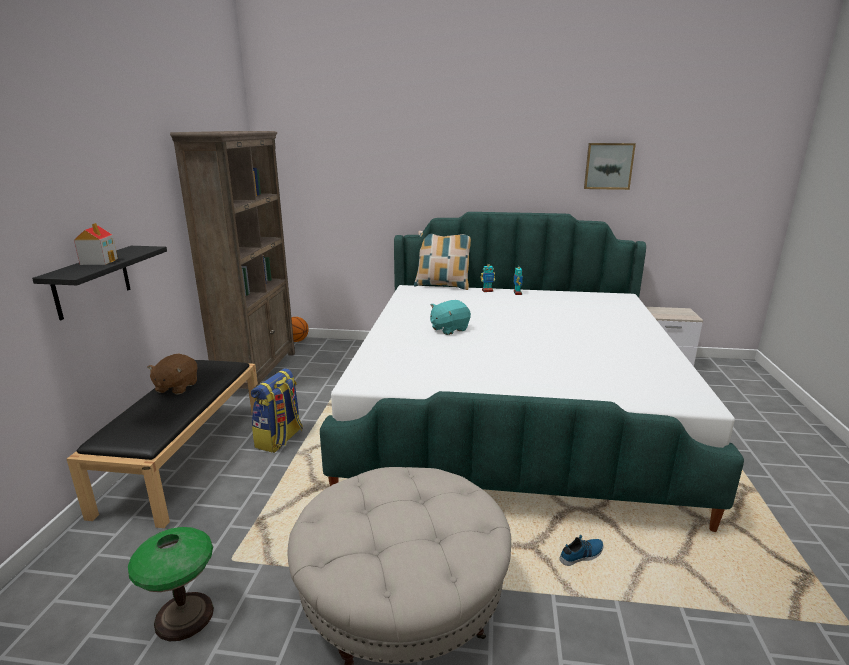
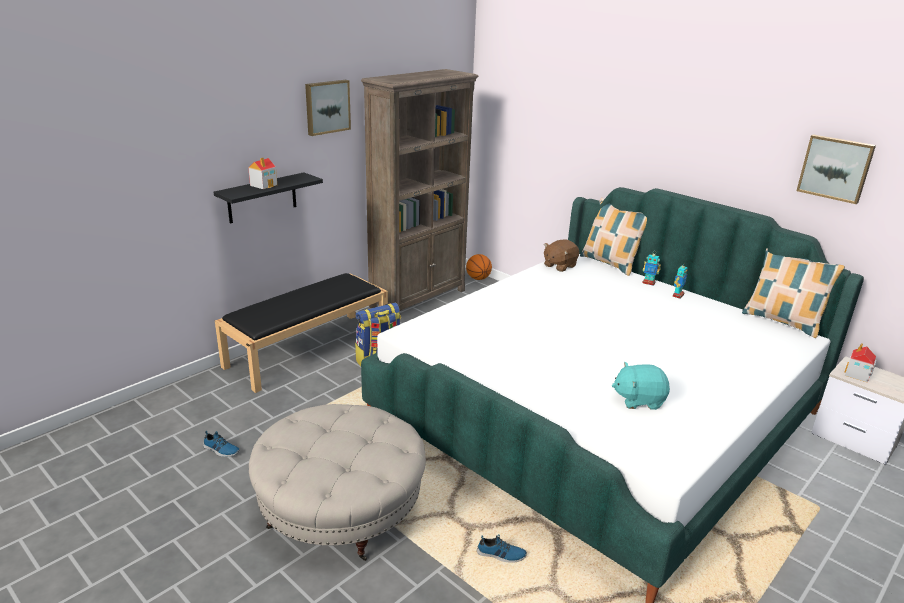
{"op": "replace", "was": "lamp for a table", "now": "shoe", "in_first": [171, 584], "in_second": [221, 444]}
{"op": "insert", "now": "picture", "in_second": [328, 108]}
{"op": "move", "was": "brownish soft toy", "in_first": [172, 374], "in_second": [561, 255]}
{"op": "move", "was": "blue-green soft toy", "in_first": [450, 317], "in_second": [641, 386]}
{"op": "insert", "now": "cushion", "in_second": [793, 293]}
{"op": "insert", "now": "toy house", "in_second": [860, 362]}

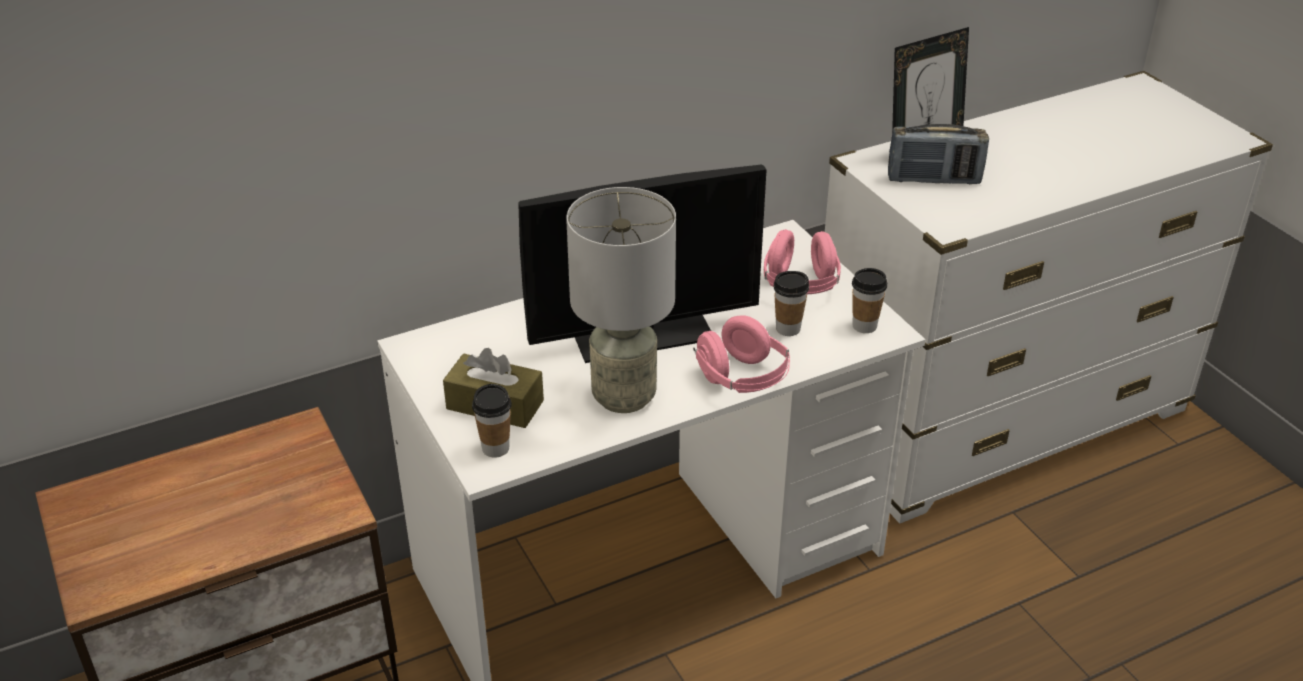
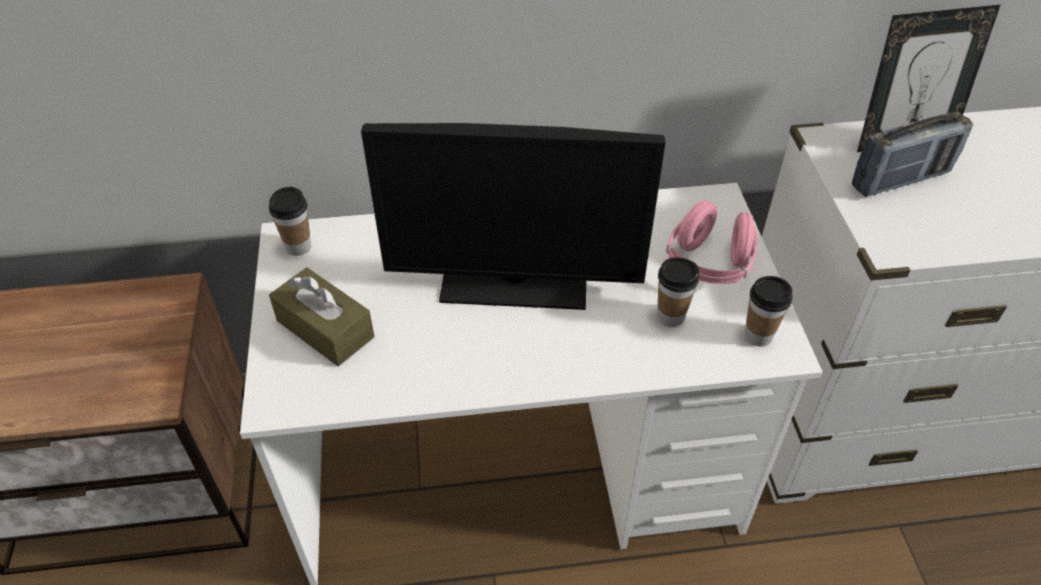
{"op": "move", "was": "small cup", "in_first": [492, 421], "in_second": [290, 221]}
{"op": "rotate", "was": "radio", "in_first": [938, 154], "in_second": [912, 154], "clockwise": -45}
{"op": "delete", "was": "greyish lamp for a table", "in_first": [621, 300]}
{"op": "delete", "was": "pink headset", "in_first": [741, 354]}

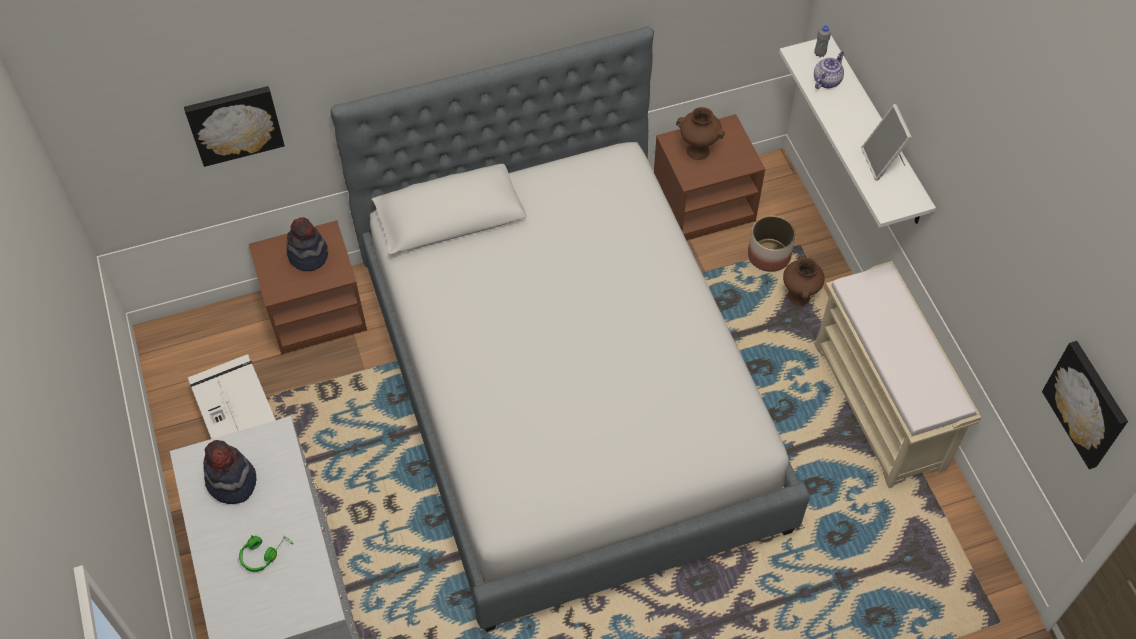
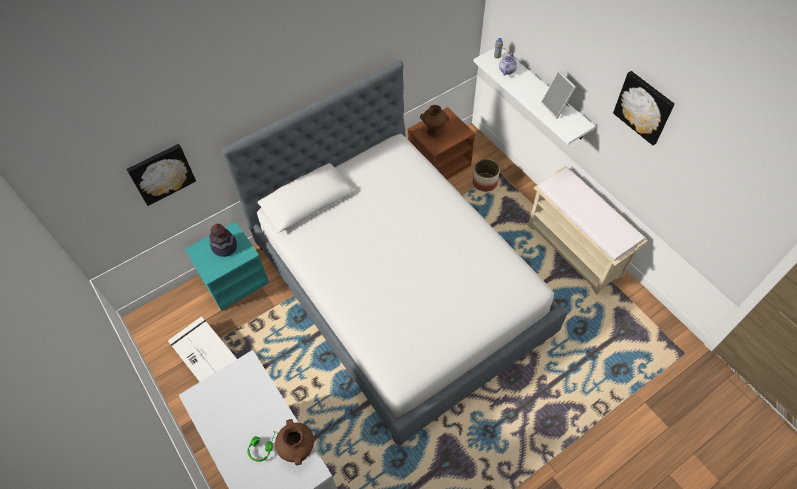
{"op": "recolor", "was": "brownish night table", "now": "blue-green night table", "in_first": [308, 287], "in_second": [227, 266]}
{"op": "move", "was": "brownish flower vase", "in_first": [803, 281], "in_second": [294, 442]}
{"op": "move", "was": "picture", "in_first": [1085, 405], "in_second": [644, 108]}
{"op": "delete", "was": "clothing hat", "in_first": [229, 472]}

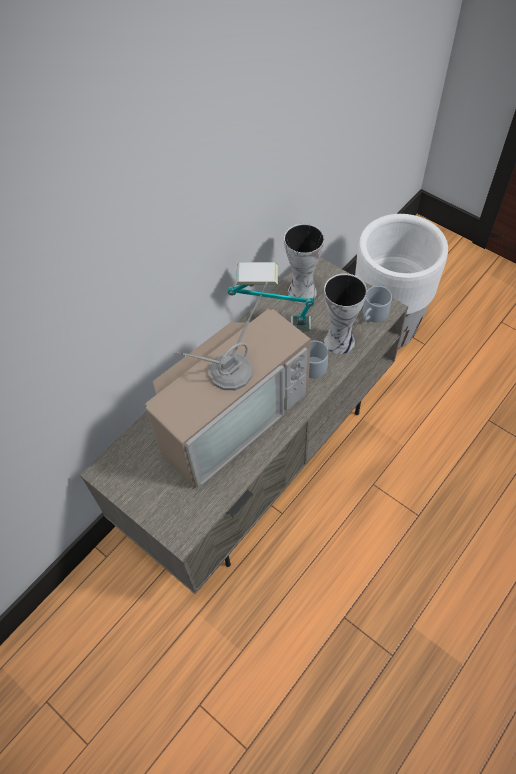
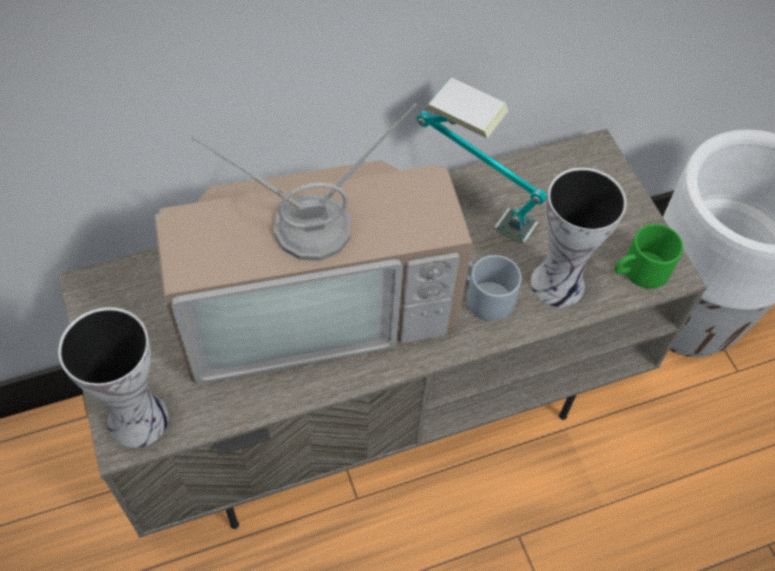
{"op": "move", "was": "flower vase", "in_first": [304, 263], "in_second": [113, 377]}
{"op": "recolor", "was": "greyish coffee mug", "now": "green-coloured coffee mug", "in_first": [377, 304], "in_second": [648, 256]}

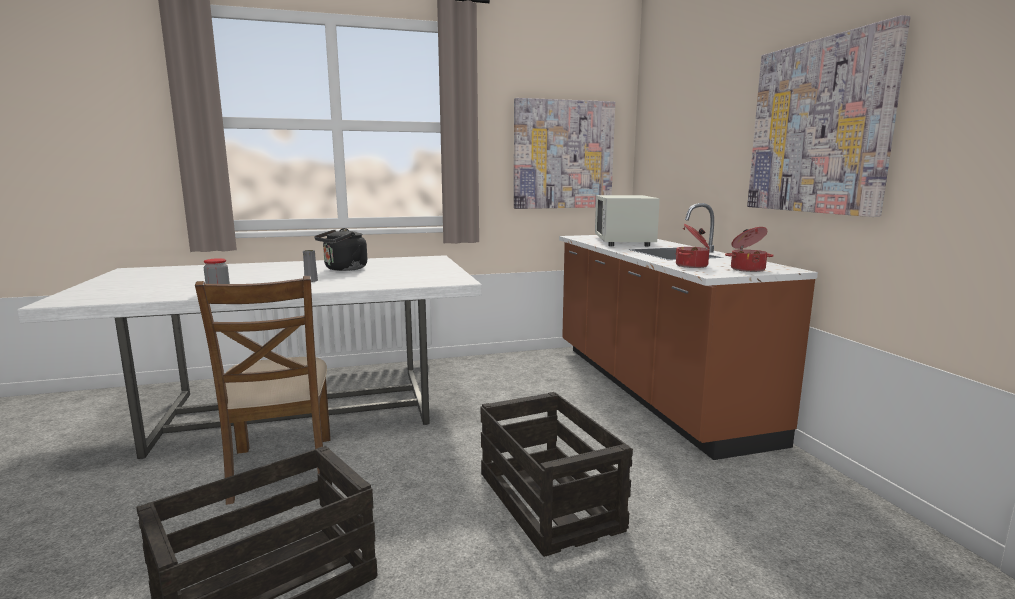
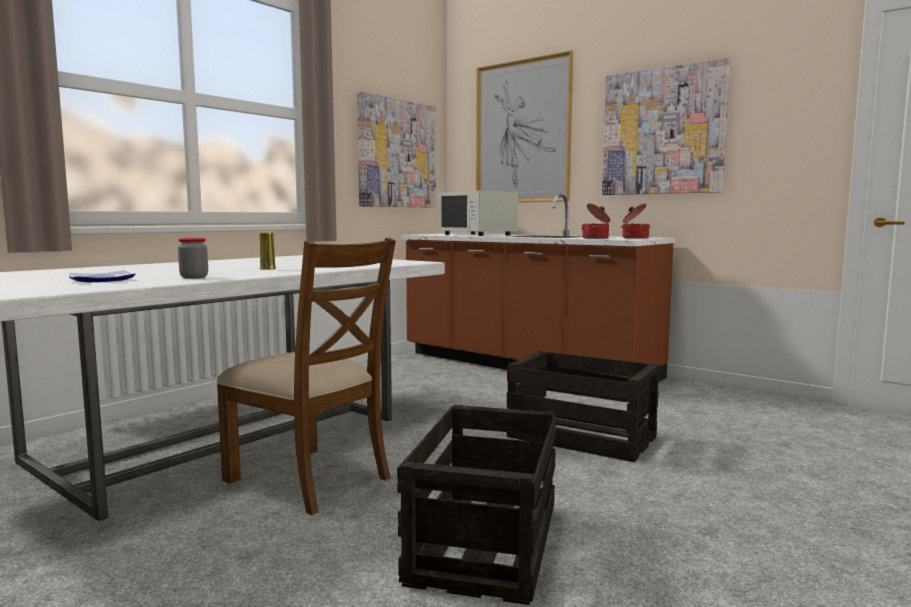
{"op": "insert", "now": "flat dish", "in_second": [102, 276]}
{"op": "recolor", "was": "greyish flower vase", "now": "yellow-coloured flower vase", "in_first": [310, 266], "in_second": [268, 251]}
{"op": "insert", "now": "picture", "in_second": [524, 126]}
{"op": "delete", "was": "black-coloured water kettle", "in_first": [340, 249]}

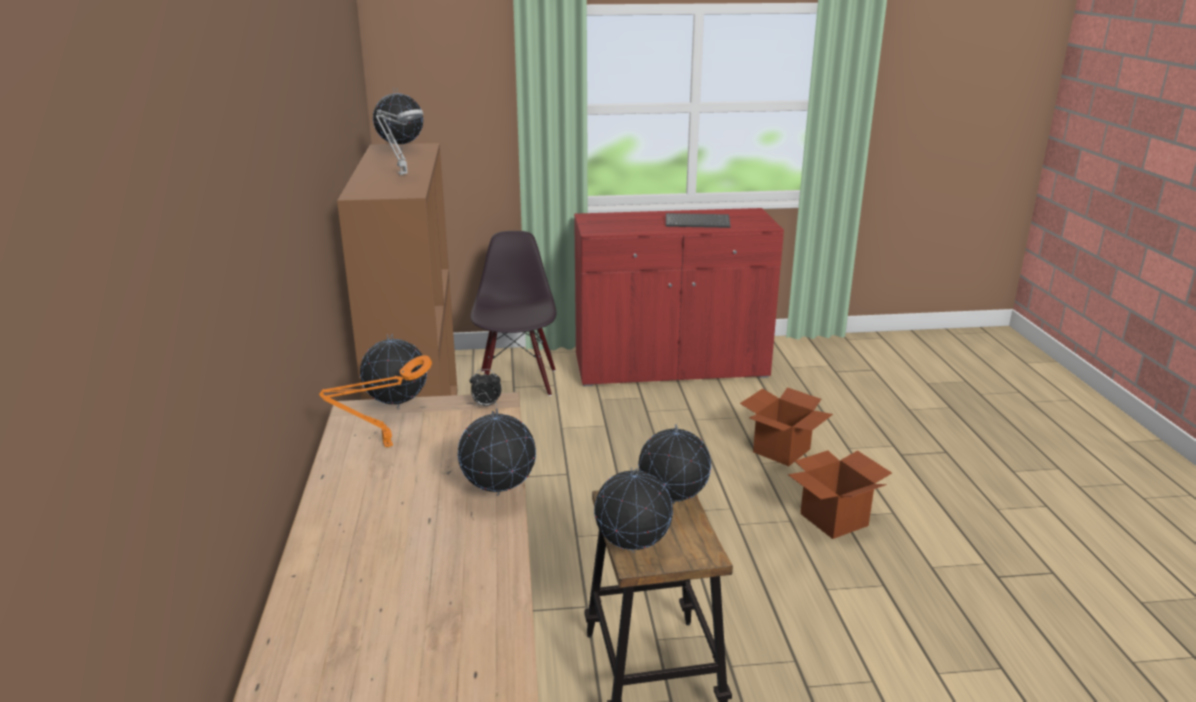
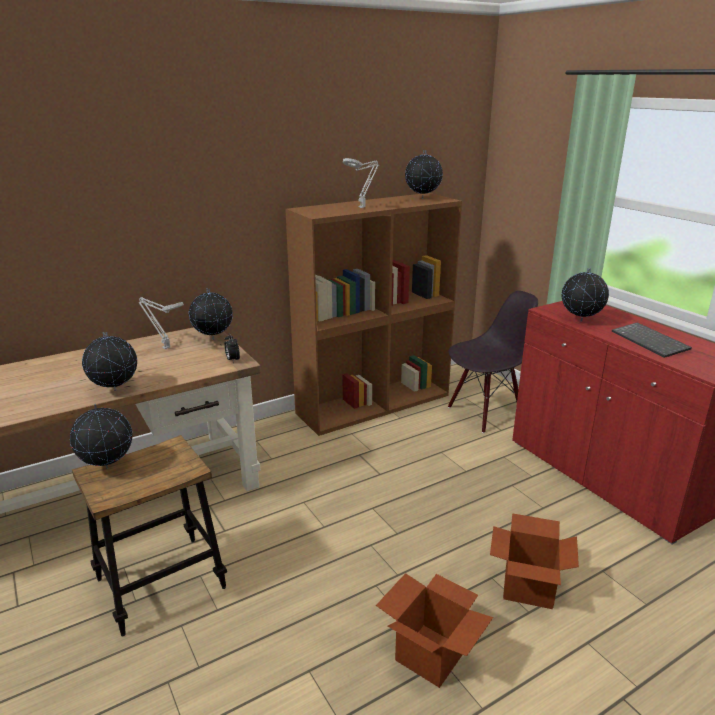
{"op": "recolor", "was": "orange-coloured lamp for a table", "now": "greyish lamp for a table", "in_first": [375, 401], "in_second": [161, 323]}
{"op": "move", "was": "desk globe", "in_first": [674, 464], "in_second": [585, 295]}

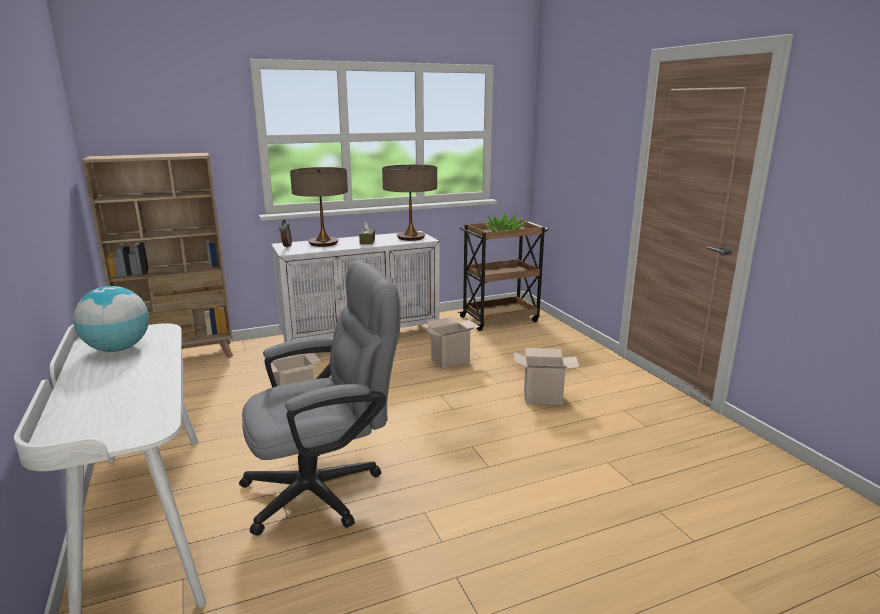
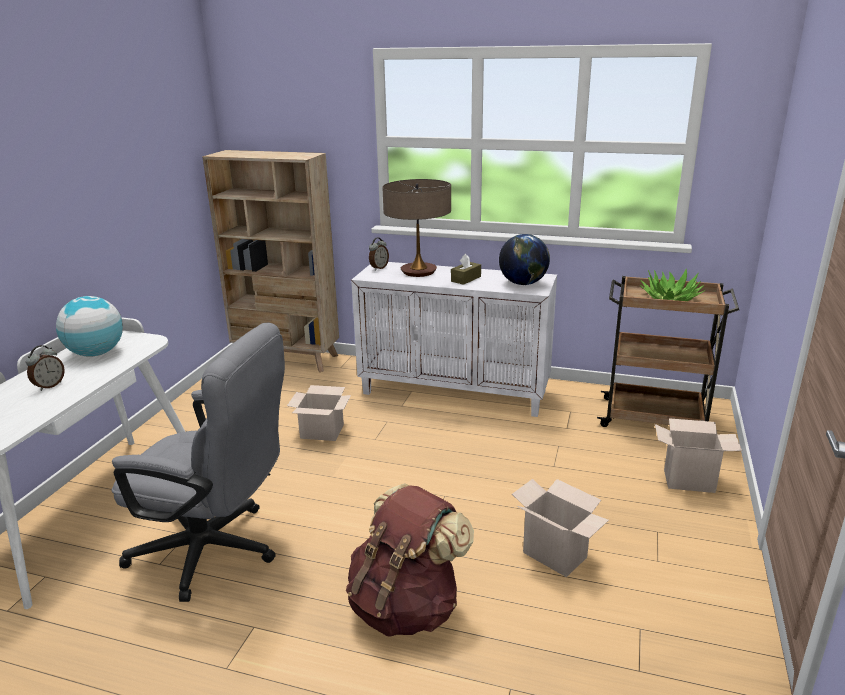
{"op": "insert", "now": "alarm clock", "in_second": [45, 368]}
{"op": "insert", "now": "brownish backpack", "in_second": [410, 560]}
{"op": "replace", "was": "lamp for a table", "now": "desk globe", "in_first": [409, 203], "in_second": [524, 259]}
{"op": "move", "was": "cardboard box", "in_first": [451, 342], "in_second": [698, 455]}

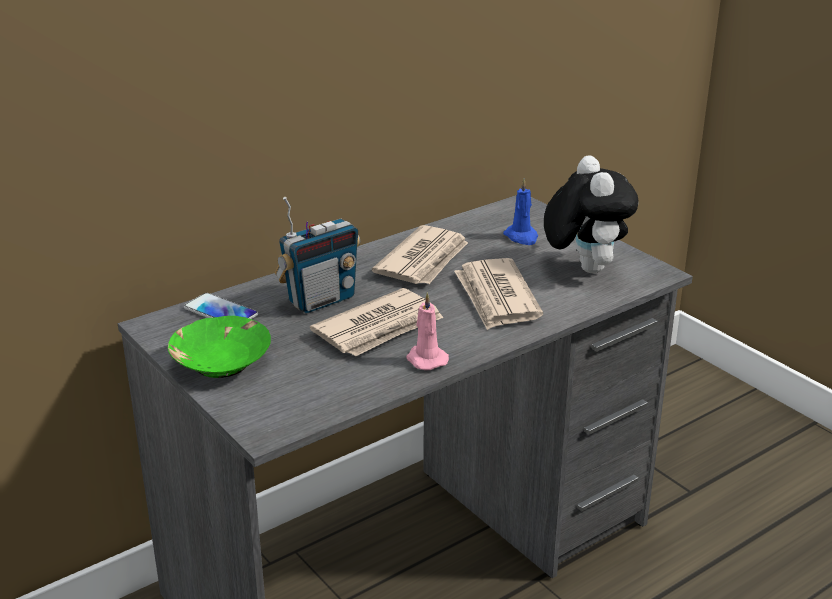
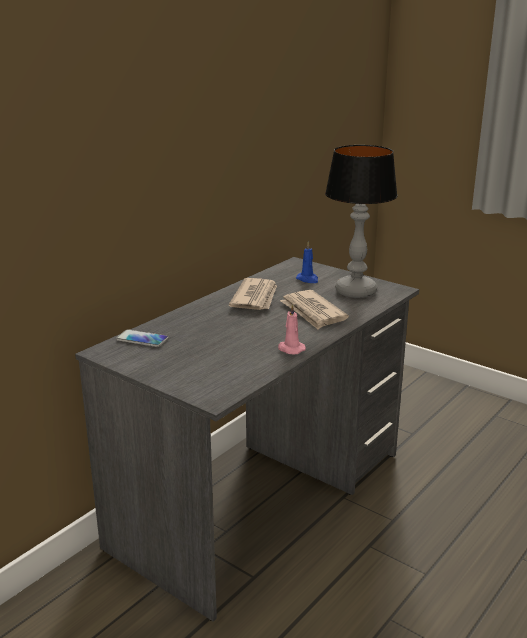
{"op": "replace", "was": "soft toy", "now": "lamp for a table", "in_first": [591, 214], "in_second": [361, 221]}
{"op": "delete", "was": "green-coloured bowl", "in_first": [219, 347]}
{"op": "delete", "was": "radio", "in_first": [317, 255]}
{"op": "delete", "was": "daily paper", "in_first": [377, 322]}

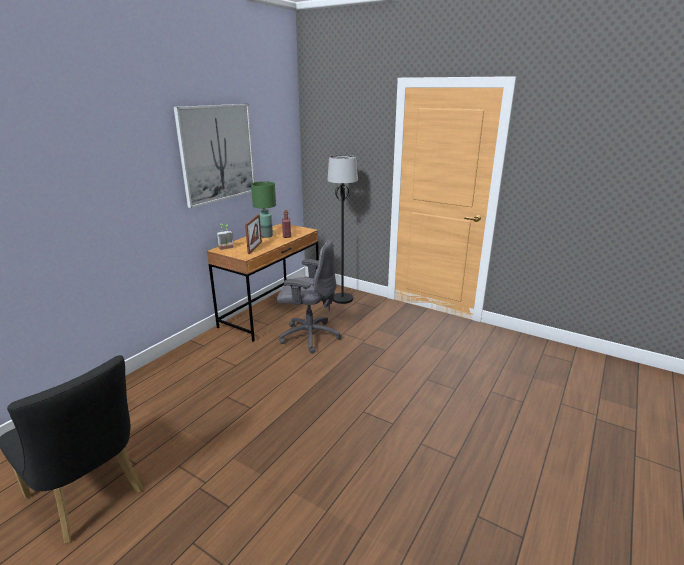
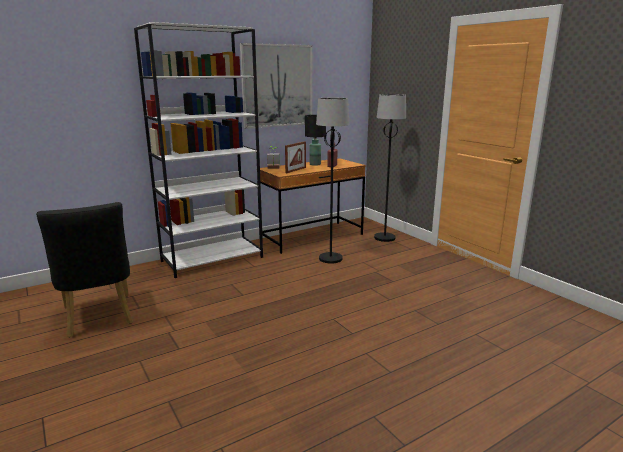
{"op": "insert", "now": "white shelving unit", "in_second": [198, 150]}
{"op": "recolor", "was": "green-coloured lamp for a table", "now": "black-coloured lamp for a table", "in_first": [263, 209], "in_second": [315, 140]}
{"op": "replace", "was": "greyish office chair", "now": "black-coloured floor lamp", "in_first": [309, 297], "in_second": [333, 181]}

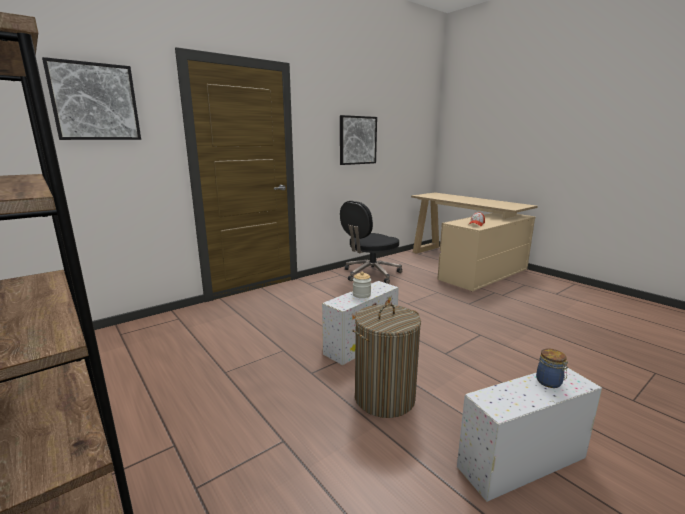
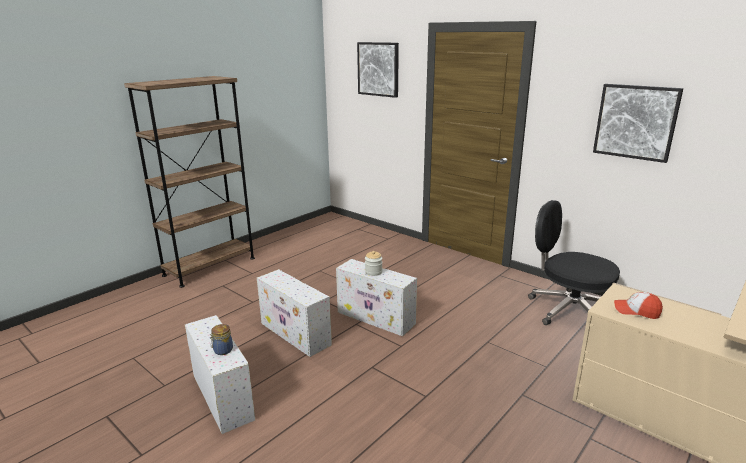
{"op": "replace", "was": "laundry basket", "now": "white storage box", "in_first": [386, 361], "in_second": [294, 313]}

